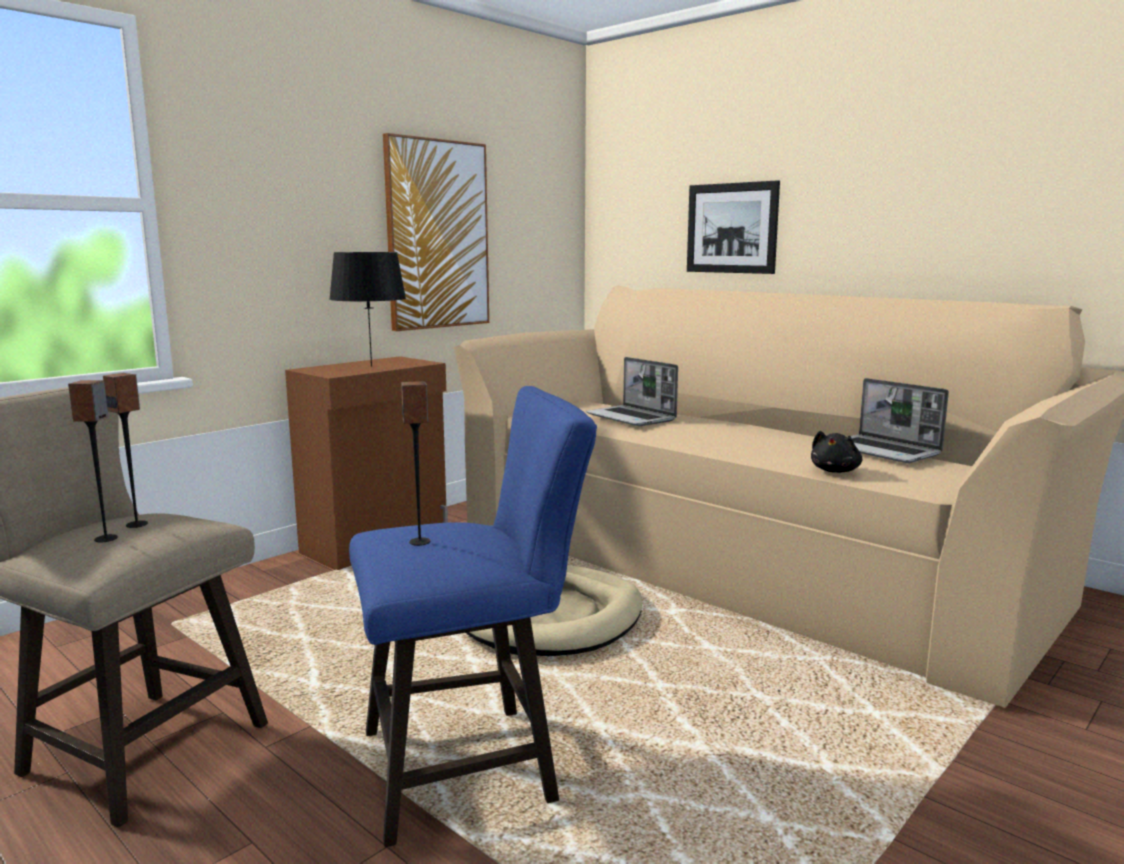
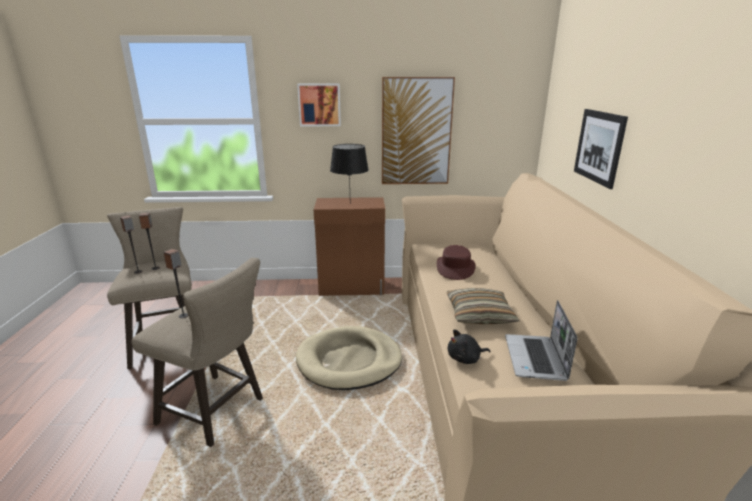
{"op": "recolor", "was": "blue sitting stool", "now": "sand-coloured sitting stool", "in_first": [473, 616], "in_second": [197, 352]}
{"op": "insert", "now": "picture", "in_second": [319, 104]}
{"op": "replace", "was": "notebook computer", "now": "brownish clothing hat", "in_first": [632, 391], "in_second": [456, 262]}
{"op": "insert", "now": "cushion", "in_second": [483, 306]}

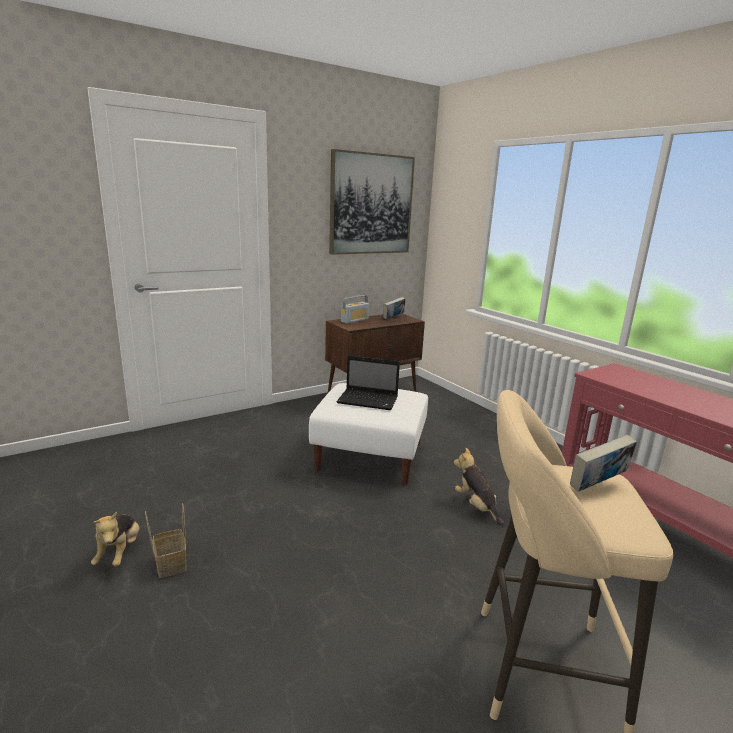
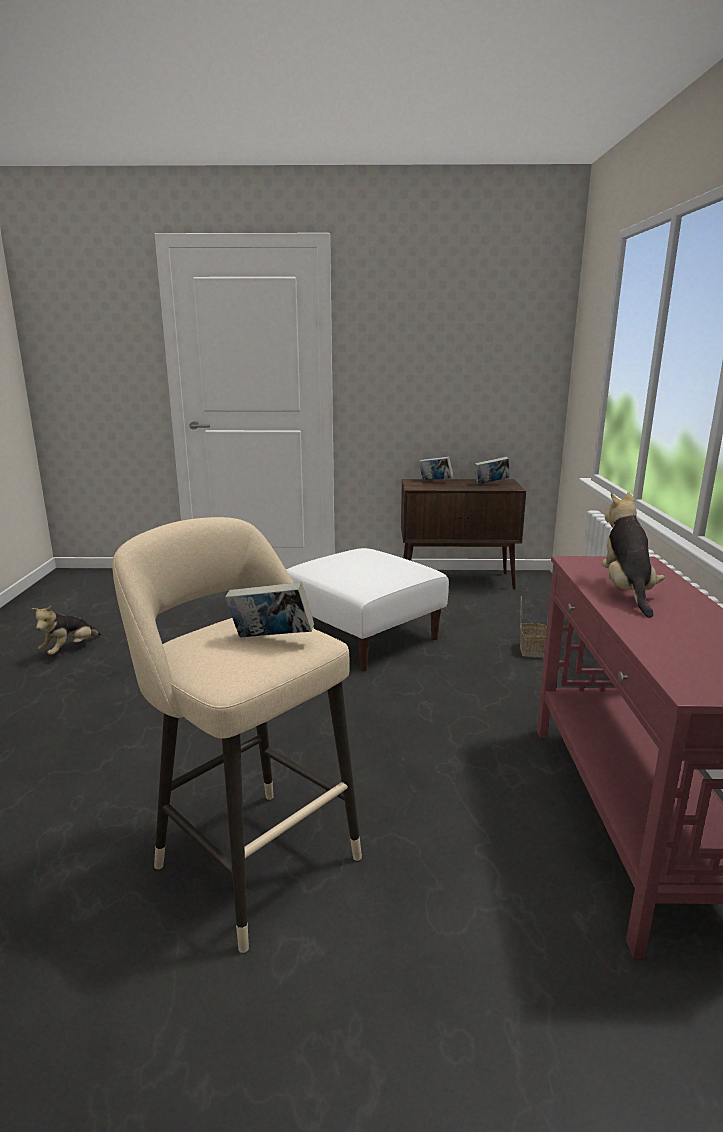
{"op": "replace", "was": "radio", "now": "book", "in_first": [355, 309], "in_second": [436, 469]}
{"op": "move", "was": "household basket", "in_first": [166, 540], "in_second": [534, 627]}
{"op": "move", "was": "soft toy", "in_first": [479, 488], "in_second": [633, 555]}
{"op": "delete", "was": "picture", "in_first": [372, 202]}
{"op": "delete", "was": "notebook computer", "in_first": [368, 382]}

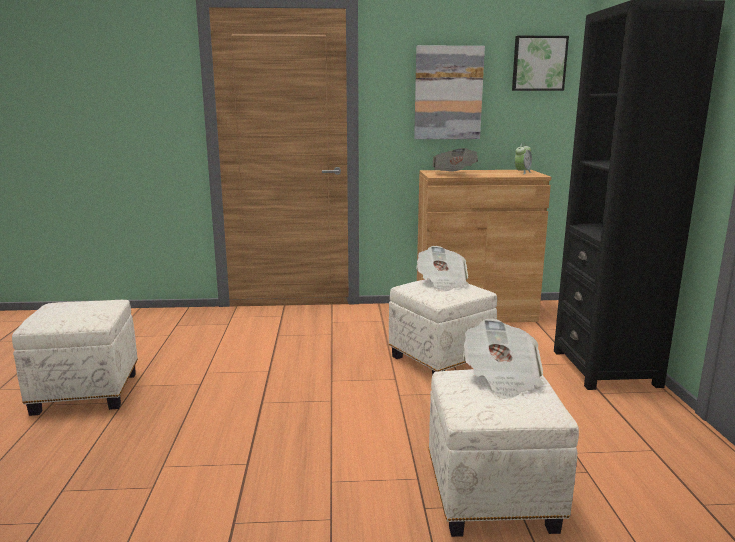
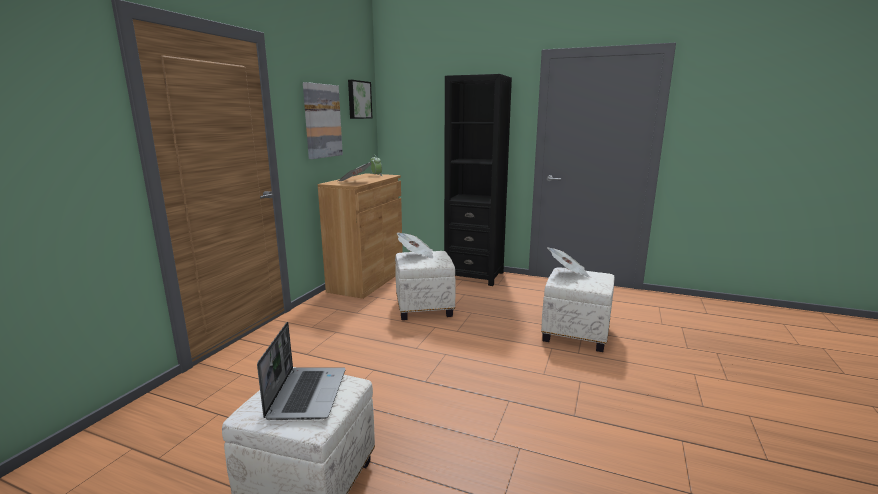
{"op": "insert", "now": "notebook computer", "in_second": [301, 371]}

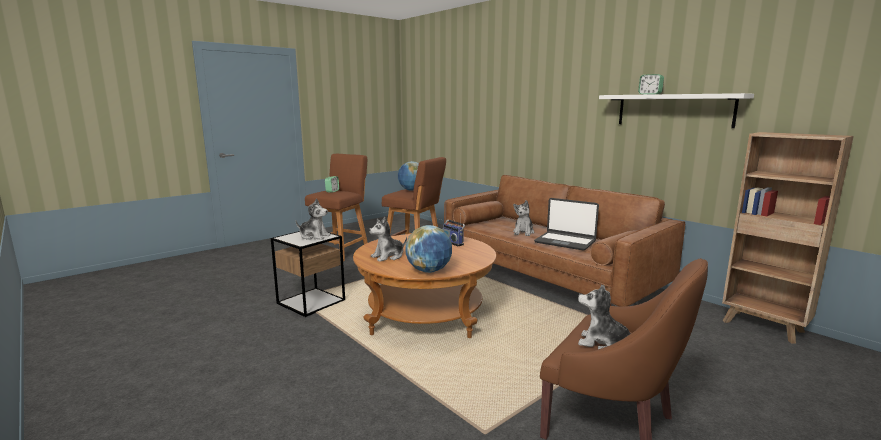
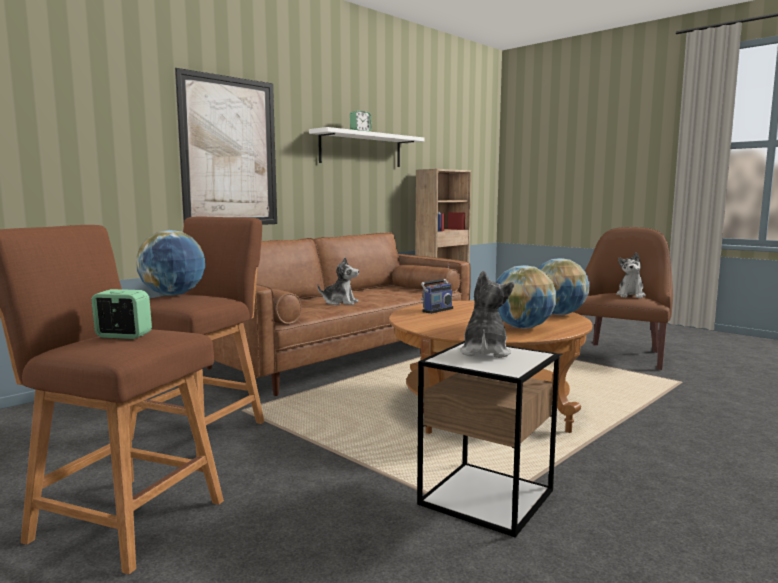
{"op": "insert", "now": "picture", "in_second": [226, 146]}
{"op": "replace", "was": "soft toy", "now": "desk globe", "in_first": [388, 239], "in_second": [526, 296]}
{"op": "delete", "was": "notebook computer", "in_first": [566, 224]}

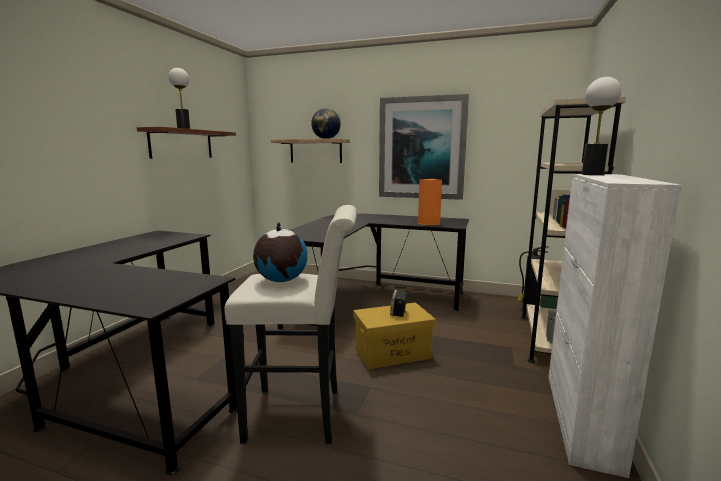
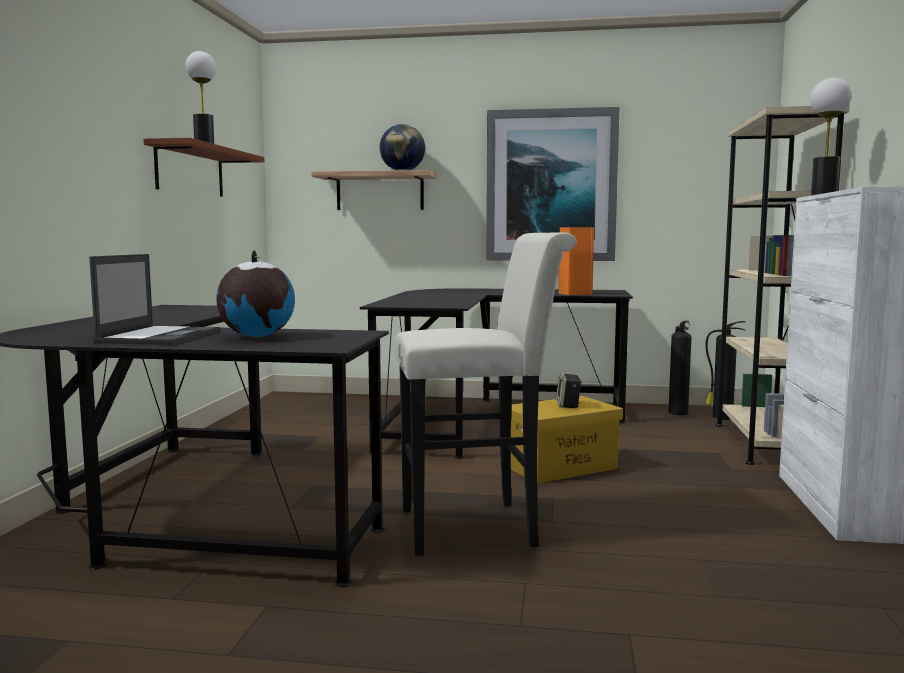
{"op": "insert", "now": "notebook computer", "in_second": [154, 299]}
{"op": "move", "was": "desk globe", "in_first": [280, 252], "in_second": [255, 293]}
{"op": "insert", "now": "extinguisher", "in_second": [679, 368]}

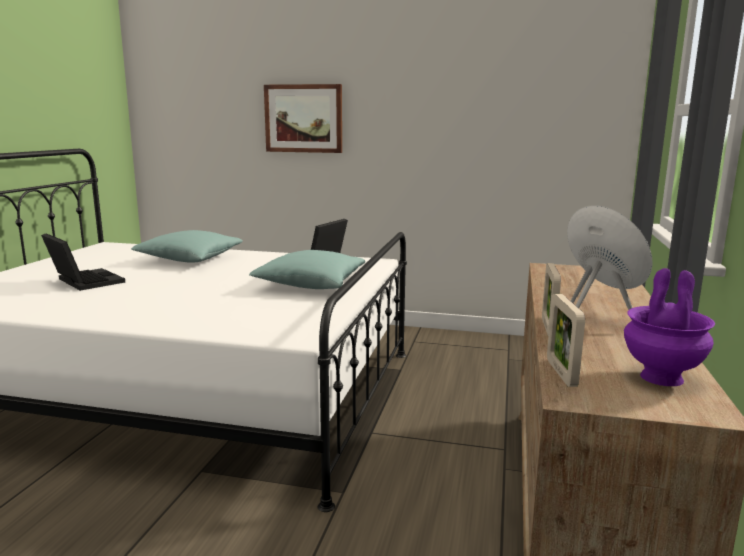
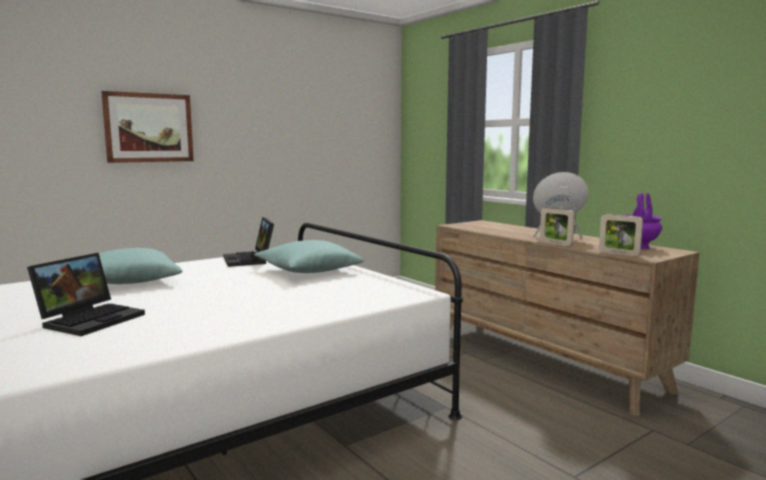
{"op": "rotate", "was": "notebook computer", "in_first": [83, 262], "in_second": [86, 294], "clockwise": 120}

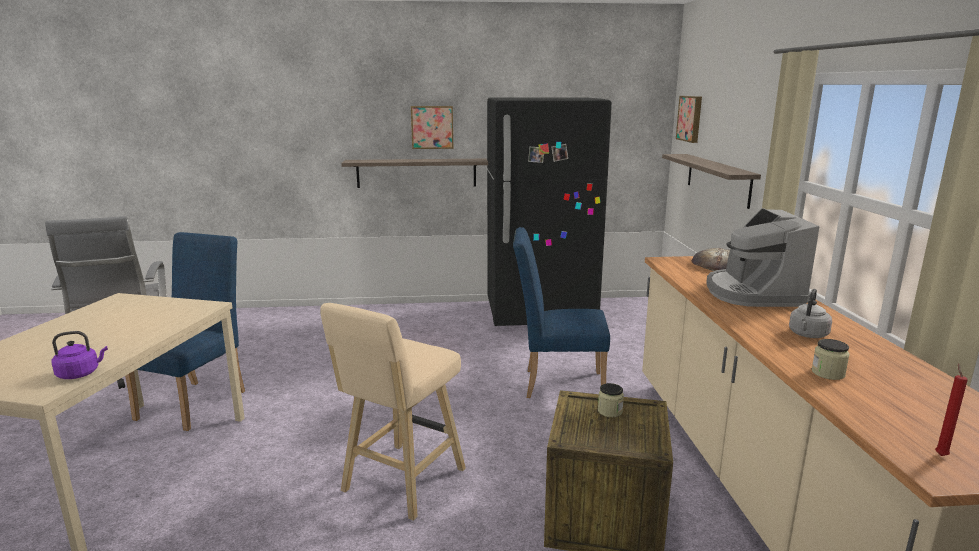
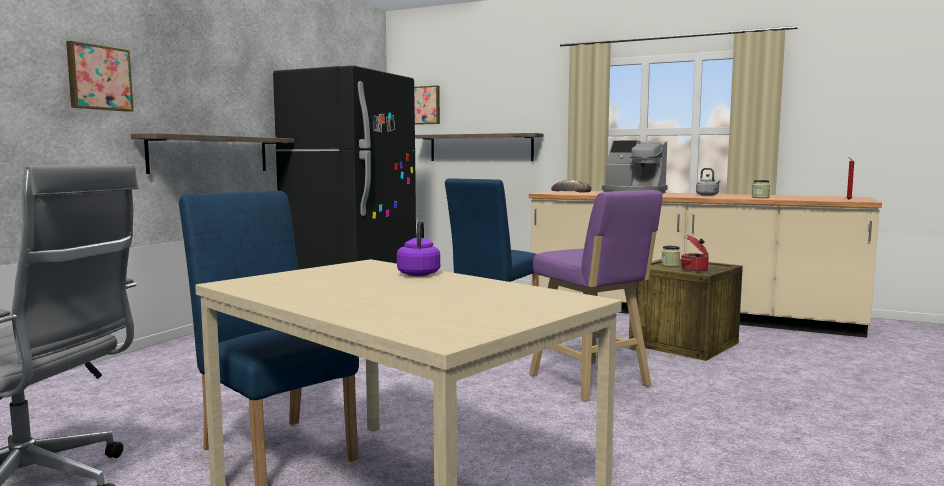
{"op": "move", "was": "picture", "in_first": [432, 127], "in_second": [100, 76]}
{"op": "move", "was": "purple water kettle", "in_first": [79, 355], "in_second": [418, 248]}
{"op": "recolor", "was": "sand-coloured sitting stool", "now": "purple sitting stool", "in_first": [393, 412], "in_second": [596, 295]}
{"op": "insert", "now": "saucepot", "in_second": [695, 253]}

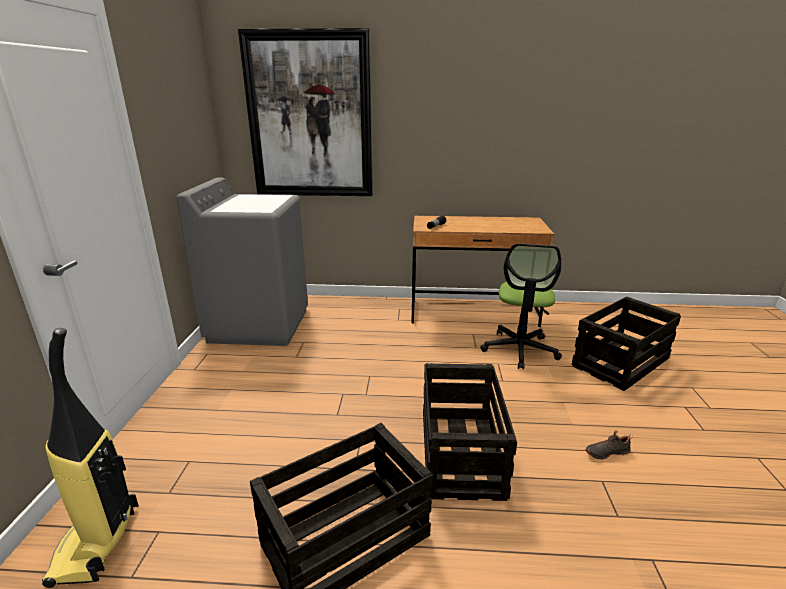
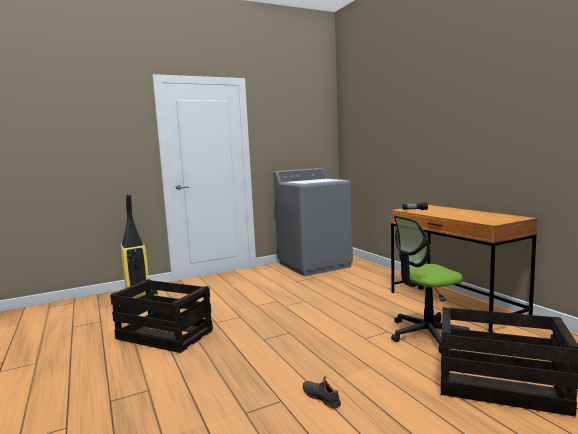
{"op": "delete", "was": "picture", "in_first": [305, 112]}
{"op": "delete", "was": "shipping crate", "in_first": [470, 432]}

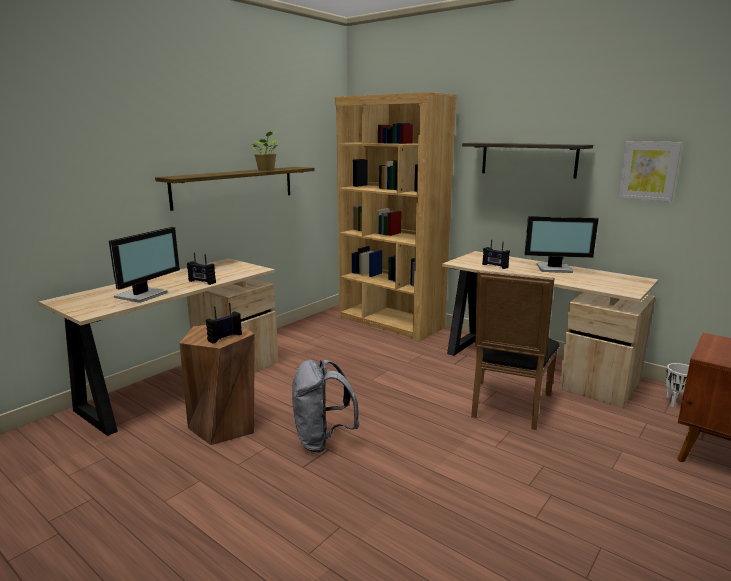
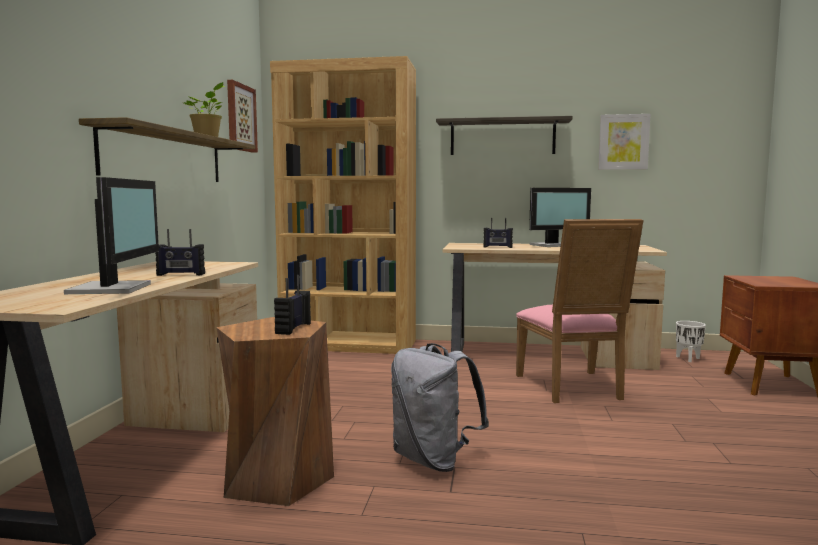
{"op": "insert", "now": "picture", "in_second": [242, 116]}
{"op": "recolor", "was": "black-coloured upright chair", "now": "pink upright chair", "in_first": [515, 350], "in_second": [580, 311]}

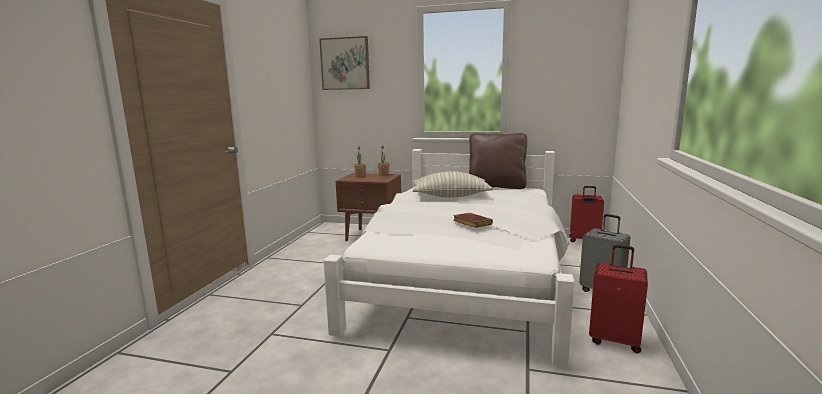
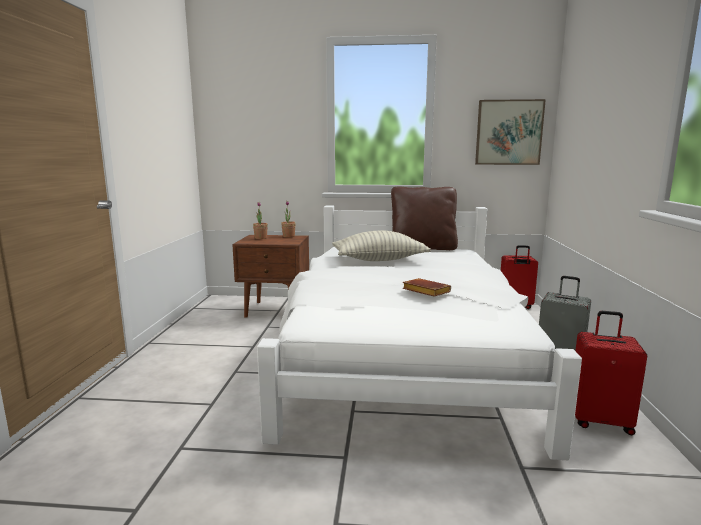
{"op": "move", "was": "picture", "in_first": [344, 63], "in_second": [510, 132]}

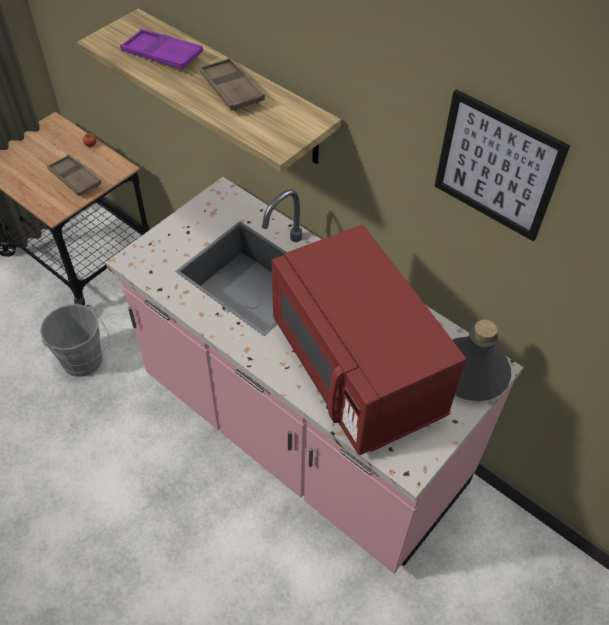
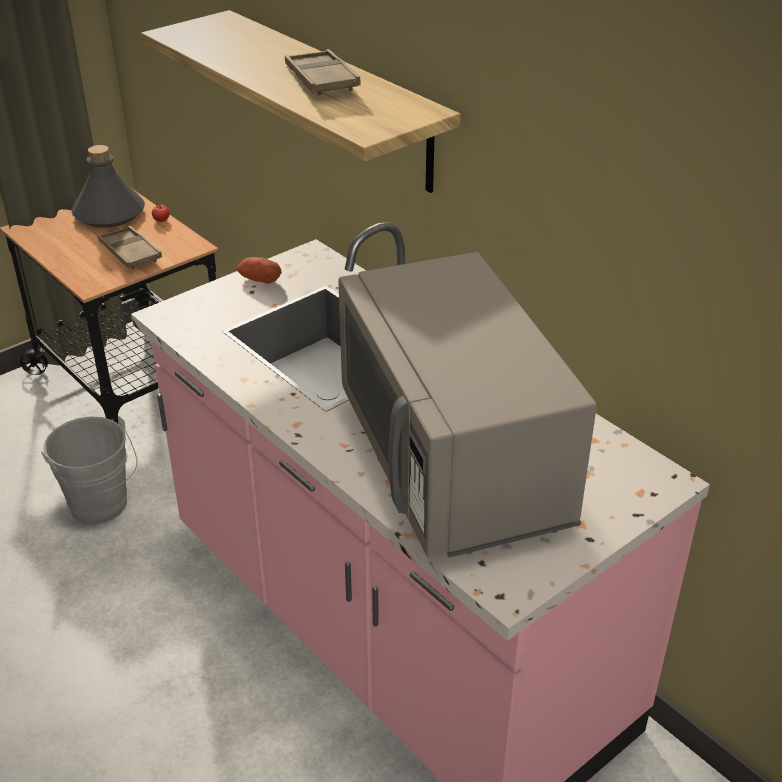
{"op": "move", "was": "greyish bottle", "in_first": [482, 360], "in_second": [108, 186]}
{"op": "insert", "now": "whole potato", "in_second": [259, 270]}
{"op": "recolor", "was": "reddish kitchen microwave", "now": "greyish kitchen microwave", "in_first": [369, 340], "in_second": [467, 405]}
{"op": "delete", "was": "purple serving tray", "in_first": [161, 49]}
{"op": "delete", "was": "picture", "in_first": [502, 165]}

